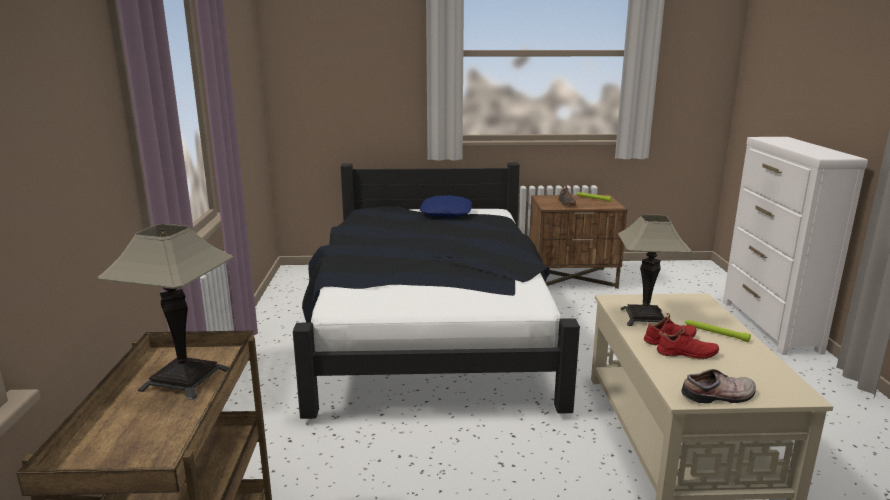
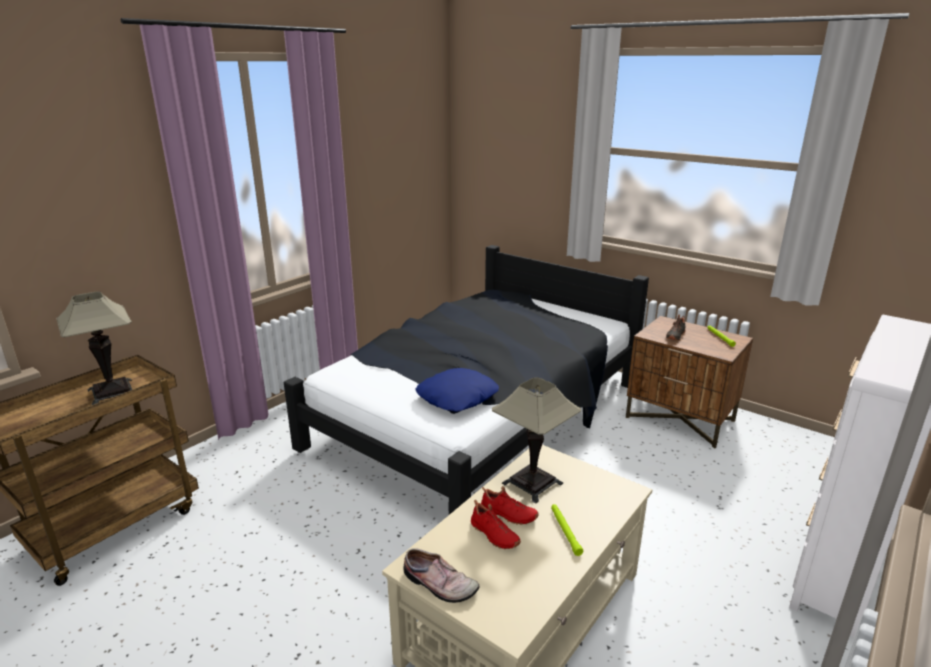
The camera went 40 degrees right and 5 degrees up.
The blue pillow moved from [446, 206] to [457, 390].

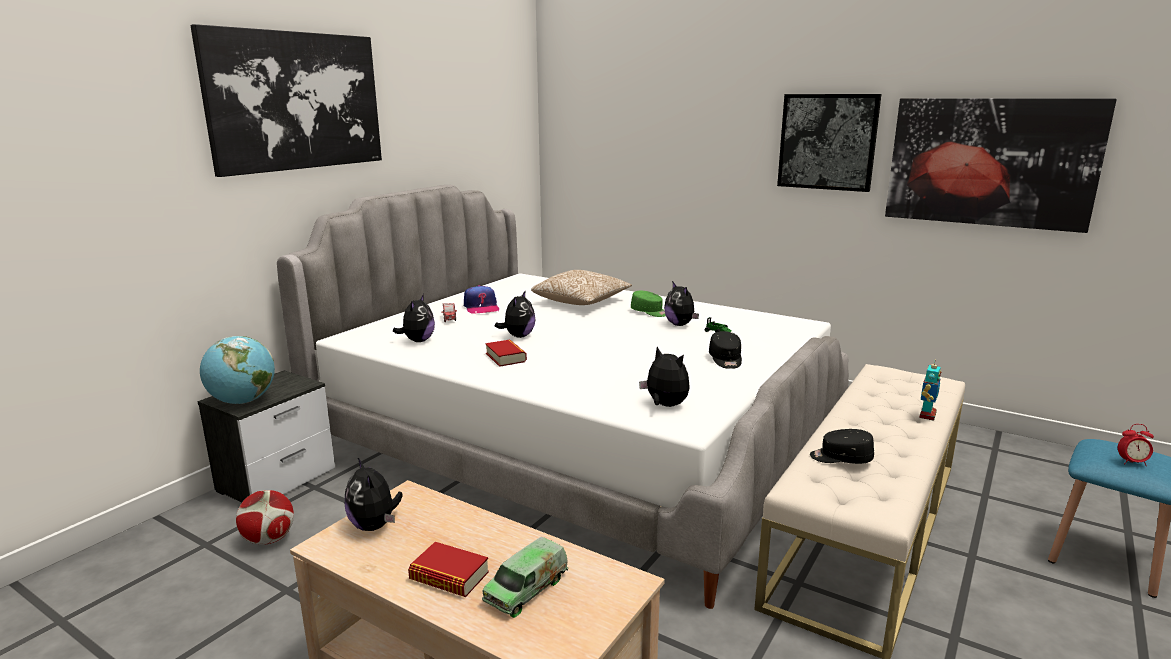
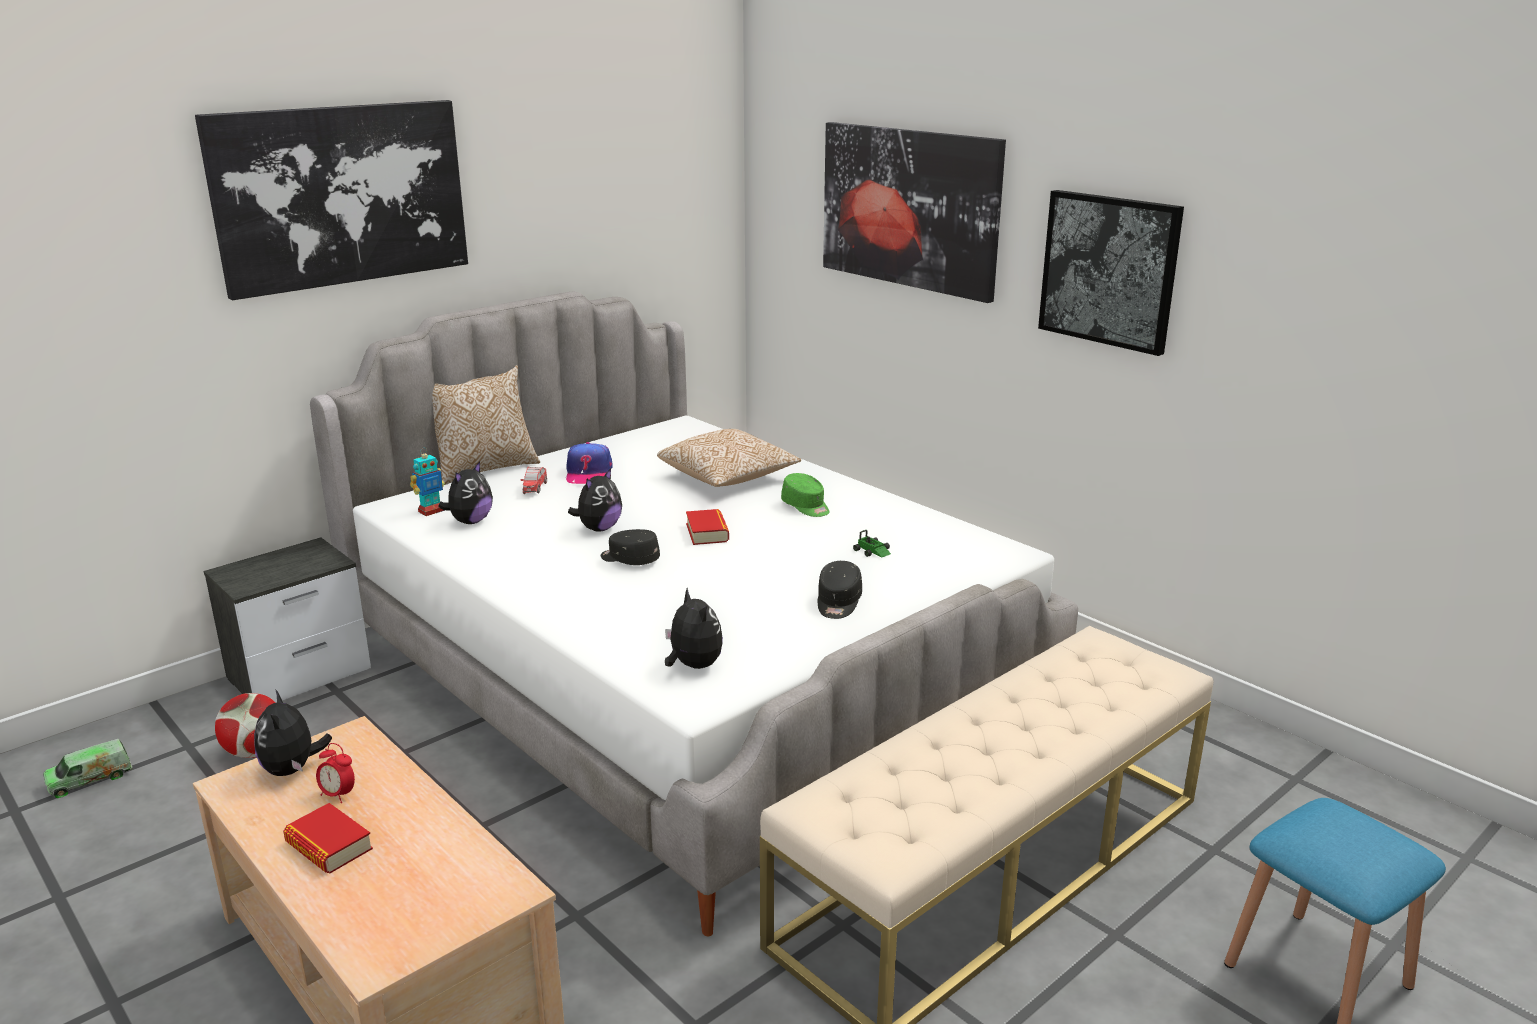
The camera went 15 degrees right and 5 degrees up.
The globe at [237, 370] disappeared.
The plush toy at [681, 303] disappeared.
The pillow at [486, 425] appeared.
The toy truck moved from [525, 577] to [87, 768].
The book moved from [506, 353] to [707, 527].
The black cap moved from [842, 446] to [630, 547].
The picture moved from [1001, 165] to [914, 212].
The toy robot moved from [930, 390] to [427, 482].
The alarm clock moved from [1136, 445] to [335, 773].

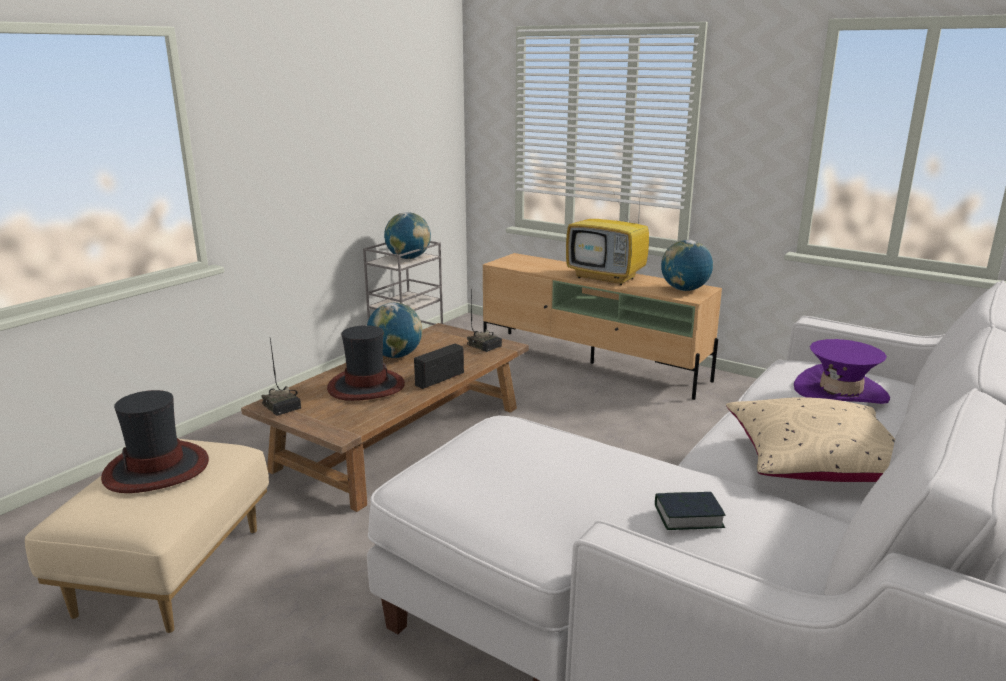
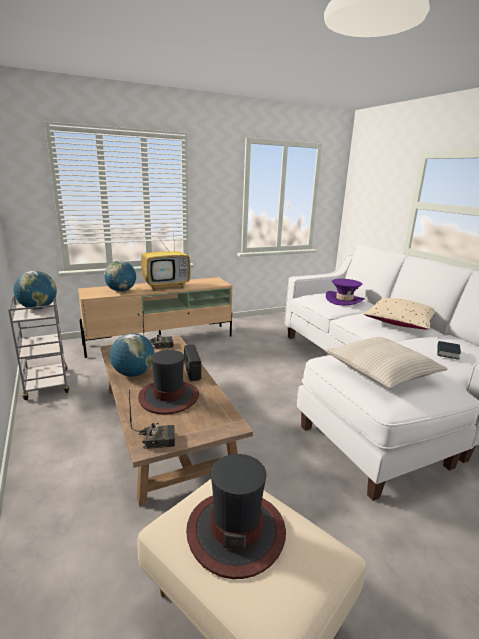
The camera went 60 degrees left and 0 degrees up.
The beige pillow at [386, 362] appeared.
The globe moved from [687, 265] to [120, 276].

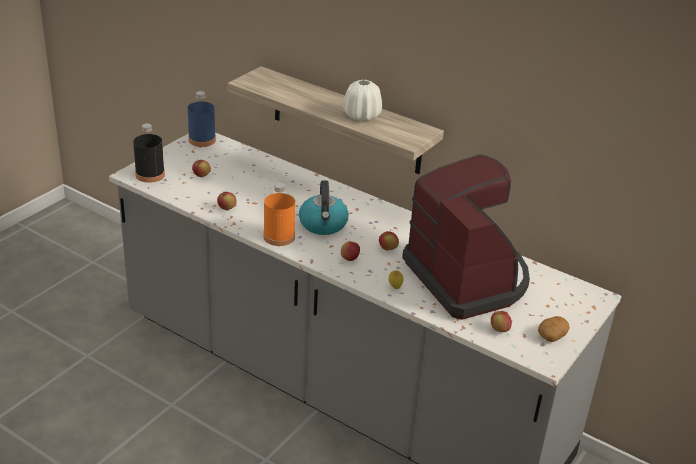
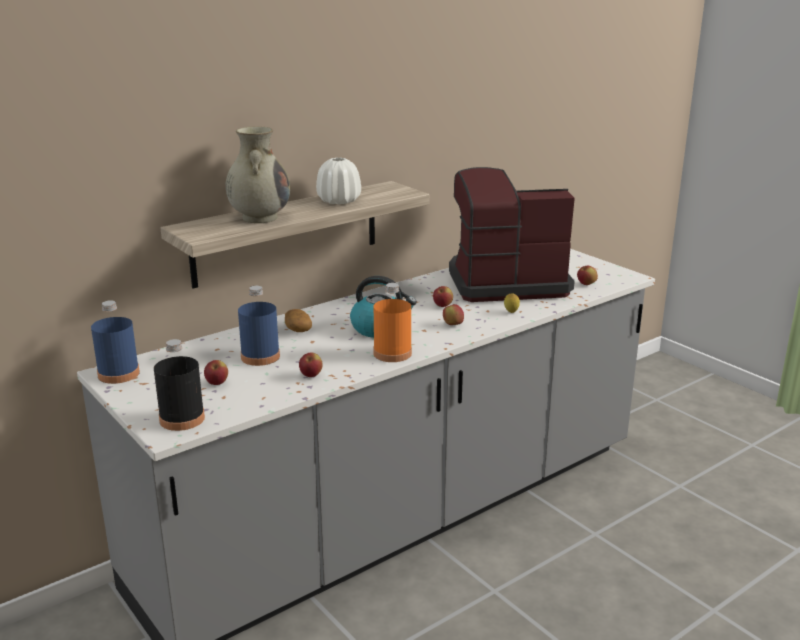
The camera went 70 degrees left and 10 degrees down.
The beige vase at [258, 175] appeared.
The blue bottle at [259, 326] appeared.
The potato moved from [554, 329] to [298, 320].

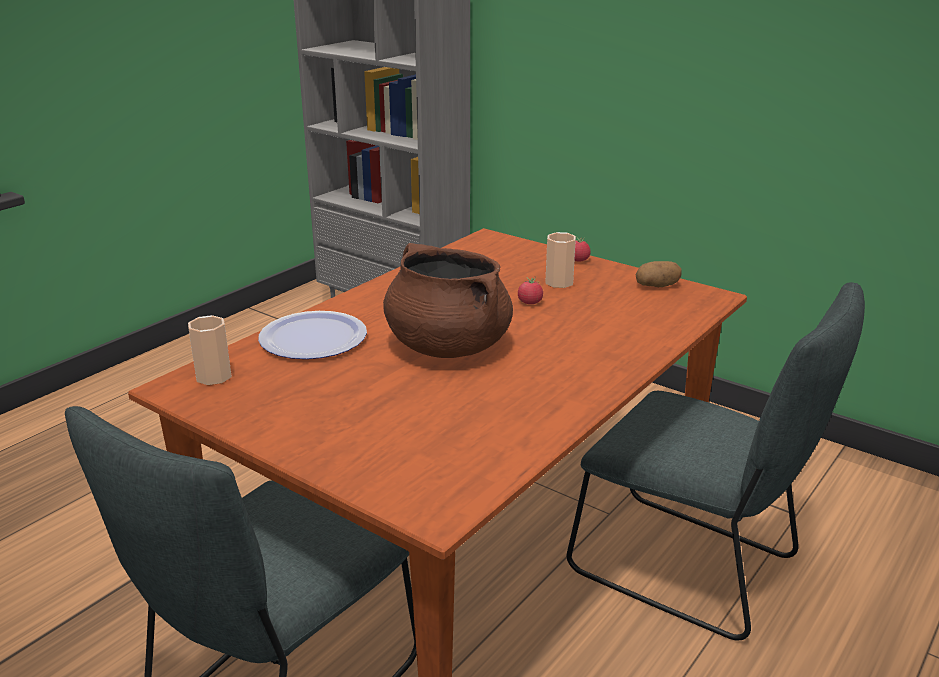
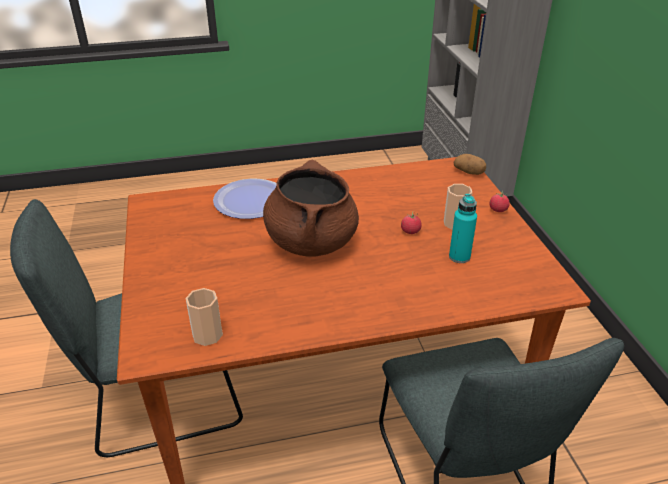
The camera went 40 degrees right and 10 degrees up.
The turquoise bottle at [463, 228] appeared.
The cup moved from [210, 350] to [204, 317].
The potato moved from [659, 274] to [469, 164].

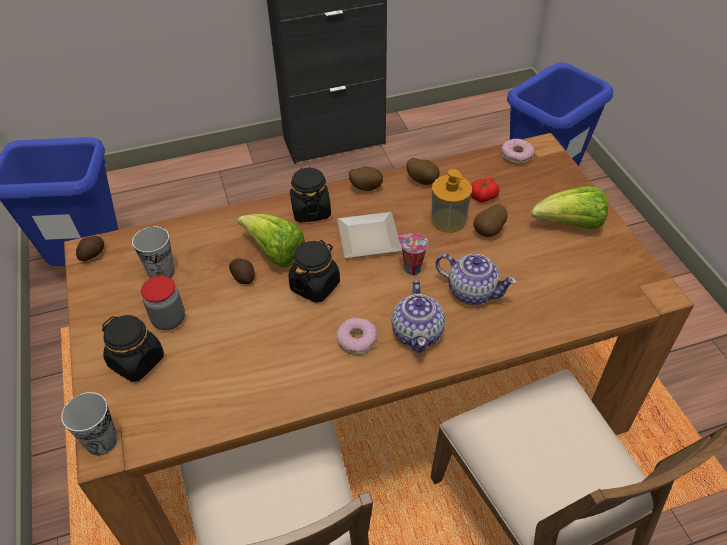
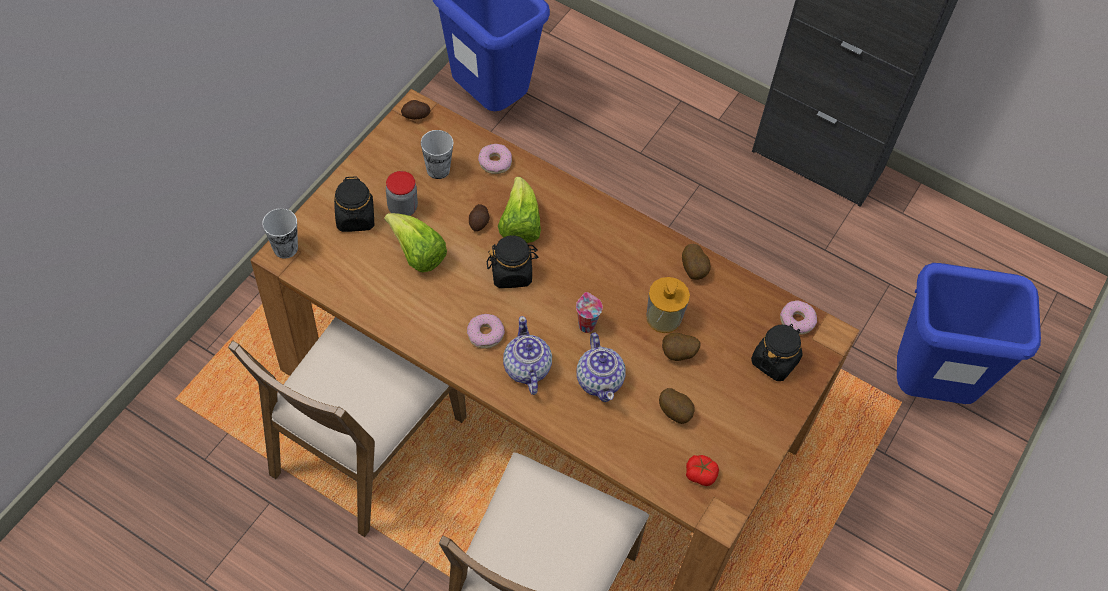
The camera went 45 degrees right and 10 degrees up.
The plate at [369, 235] disappeared.
The donut at [495, 159] appeared.
The black jar moved from [310, 195] to [777, 352].
The potato moved from [366, 179] to [677, 406].
The tomato moved from [485, 190] to [702, 470].
The lettuce moved from [569, 207] to [415, 242].
The teapot at [418, 316] turned 120 degrees clockwise.

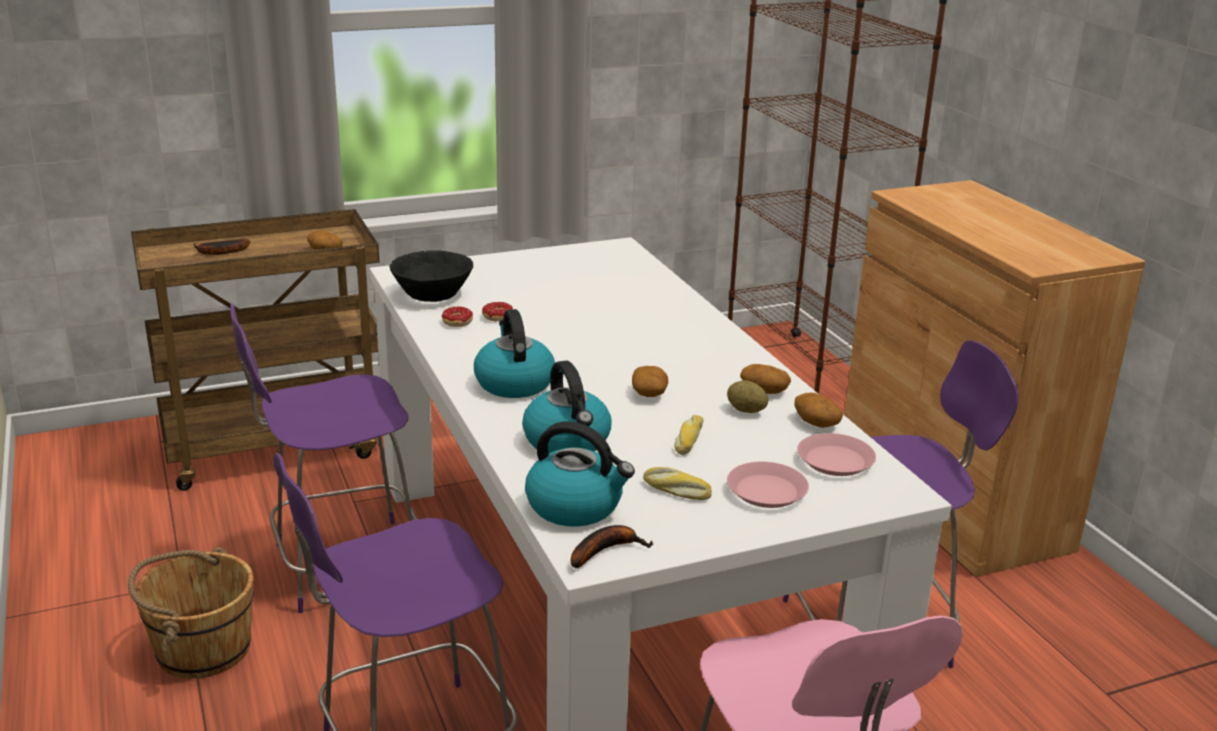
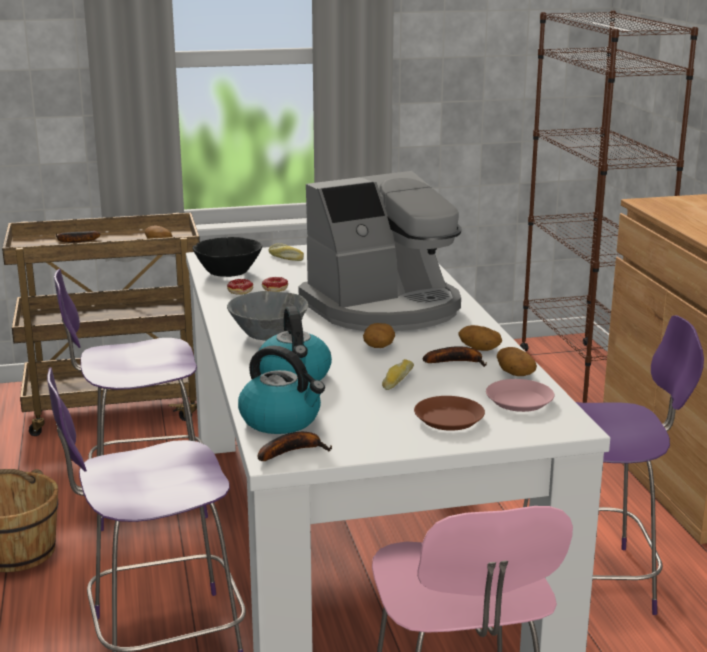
The camera went 10 degrees right and 5 degrees down.
The coffee machine at [380, 251] appeared.
The bread moved from [677, 483] to [286, 252].
The kettle at [514, 353] was replaced by the grey bowl at [267, 316].
The potato at [747, 396] was replaced by the banana at [455, 356].
The pink plate at [768, 485] became the brown plate at [449, 413].

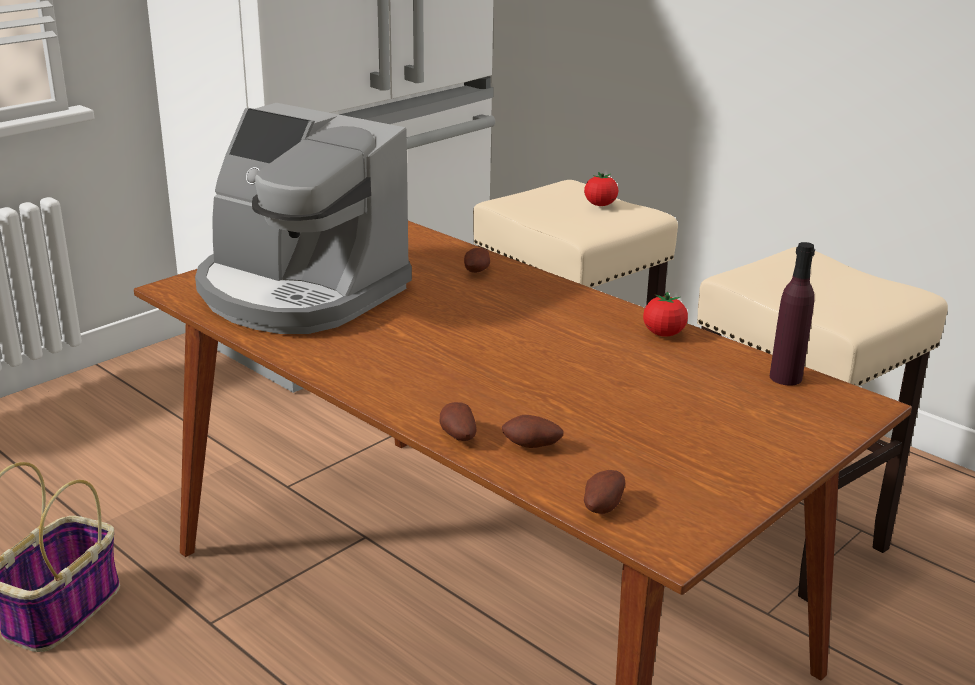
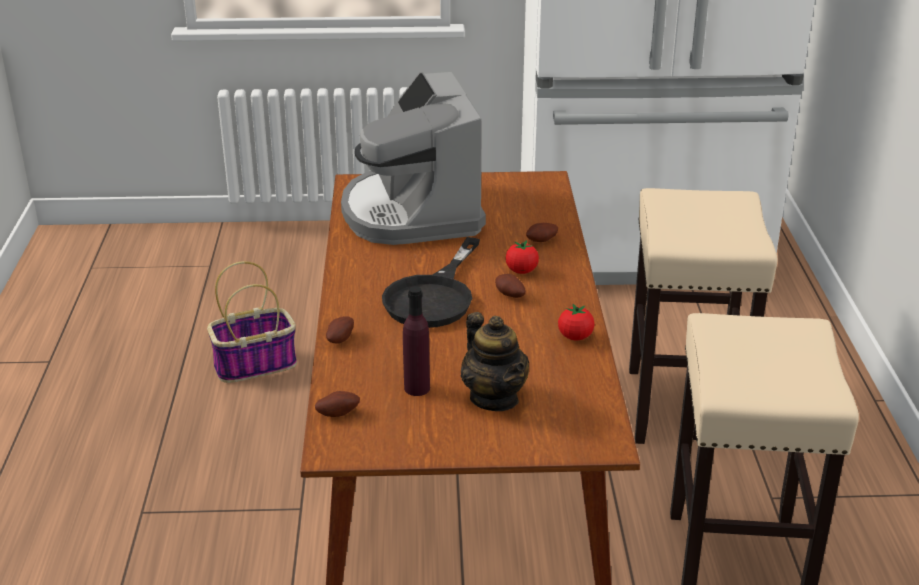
The camera went 45 degrees right and 5 degrees up.
The black frying pan at [431, 282] appeared.
The teapot at [495, 361] appeared.
The potato moved from [533, 431] to [510, 286].
The tomato moved from [601, 189] to [522, 257].
The purple bottle moved from [792, 314] to [416, 341].

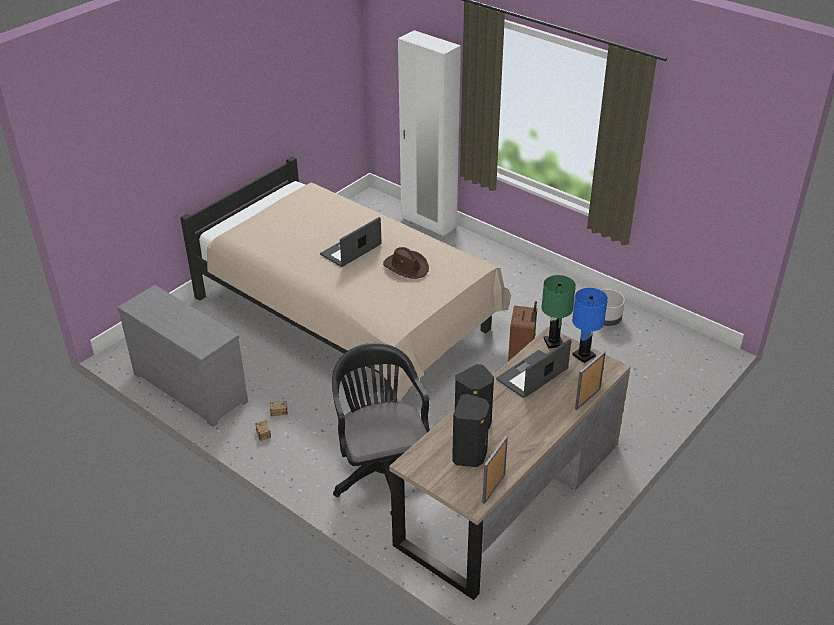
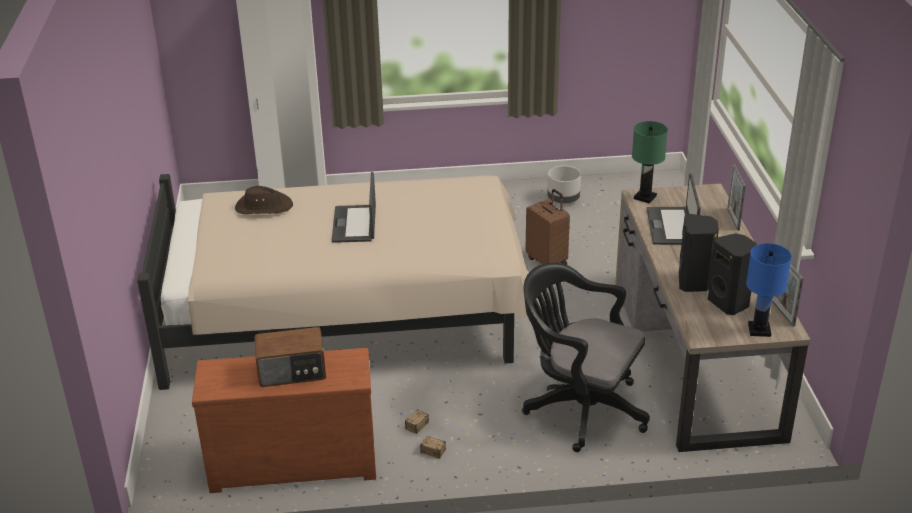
The camera went 45 degrees left and 5 degrees down.
The radio at [290, 357] appeared.
The brown hat moved from [406, 263] to [264, 200].
The blue table lamp moved from [590, 325] to [769, 290].
The grey dresser at [182, 356] became the brown dresser at [284, 420].

